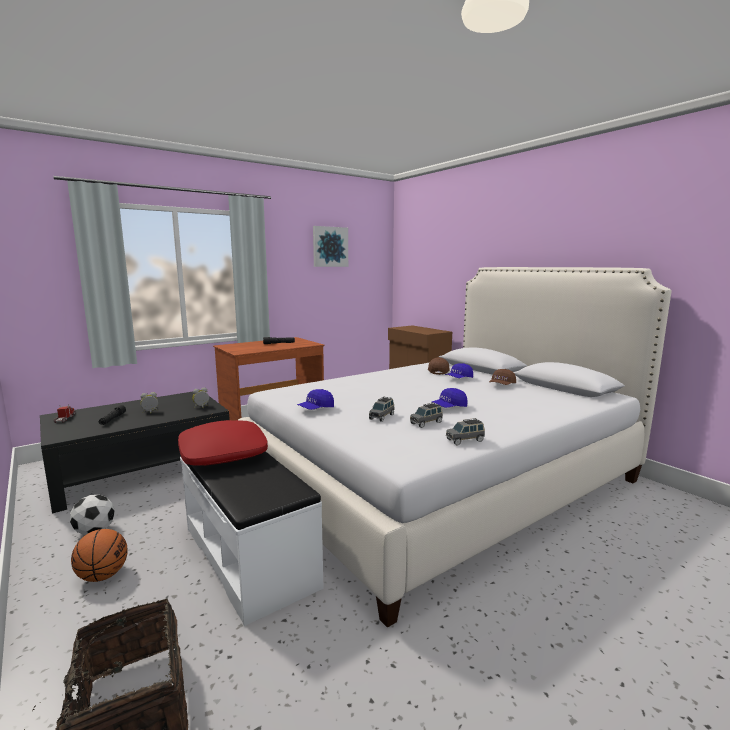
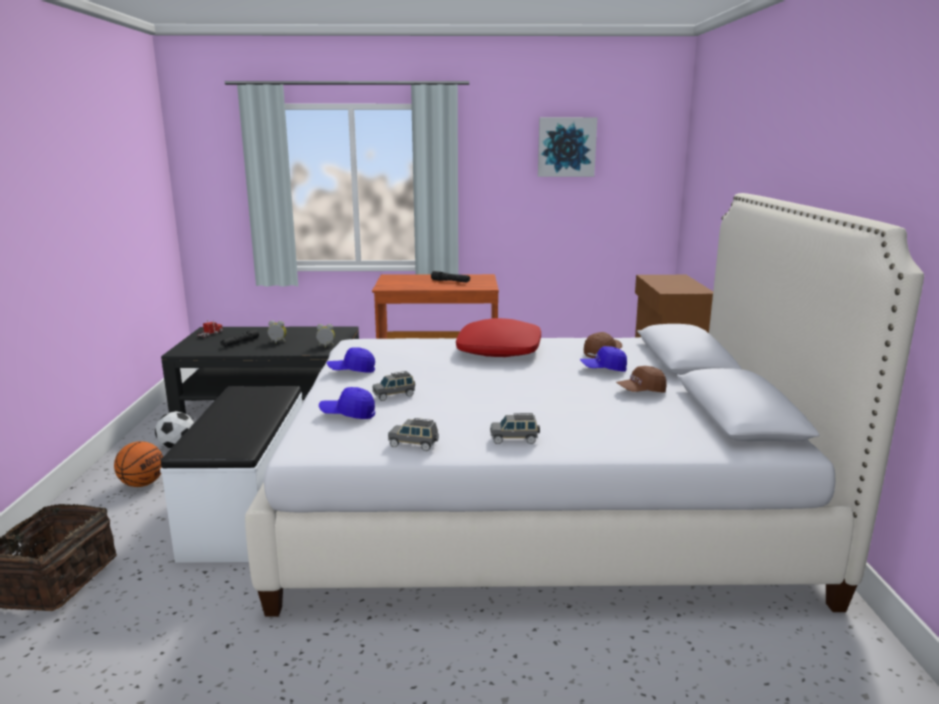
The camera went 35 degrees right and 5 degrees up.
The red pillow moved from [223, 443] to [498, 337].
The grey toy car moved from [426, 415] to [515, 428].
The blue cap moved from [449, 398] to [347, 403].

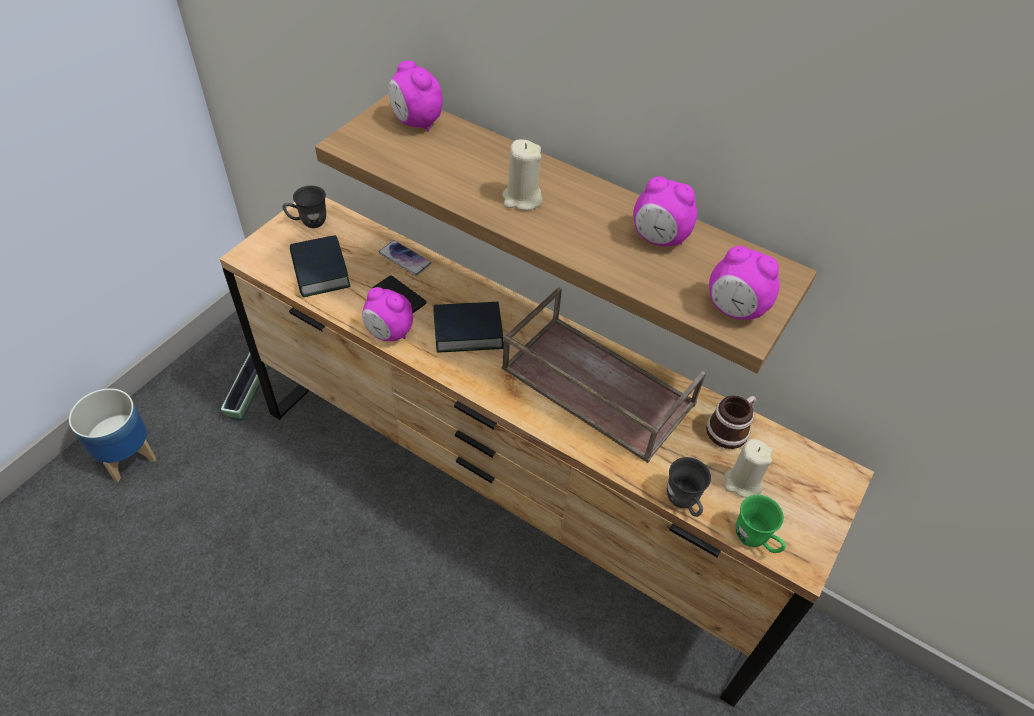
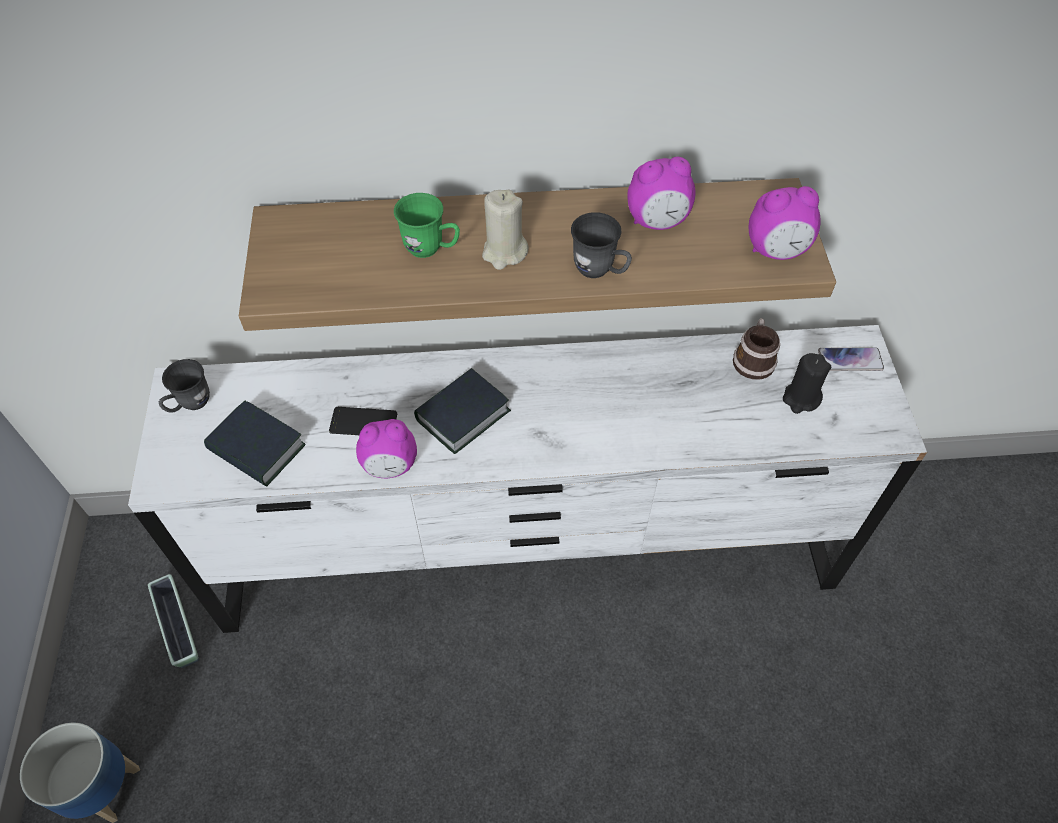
The camera went 35 degrees left and 5 degrees up.
The alarm clock at [416, 96] disappeared.
The brown tray at [604, 375] disappeared.
The phone moved from [404, 258] to [851, 359].
The grey mug moved from [689, 487] to [601, 245].
The green mug moved from [761, 524] to [427, 225].
The brown dresser at [547, 452] became the white dresser at [527, 479].
The beige candle at [748, 468] became the black candle at [807, 383].

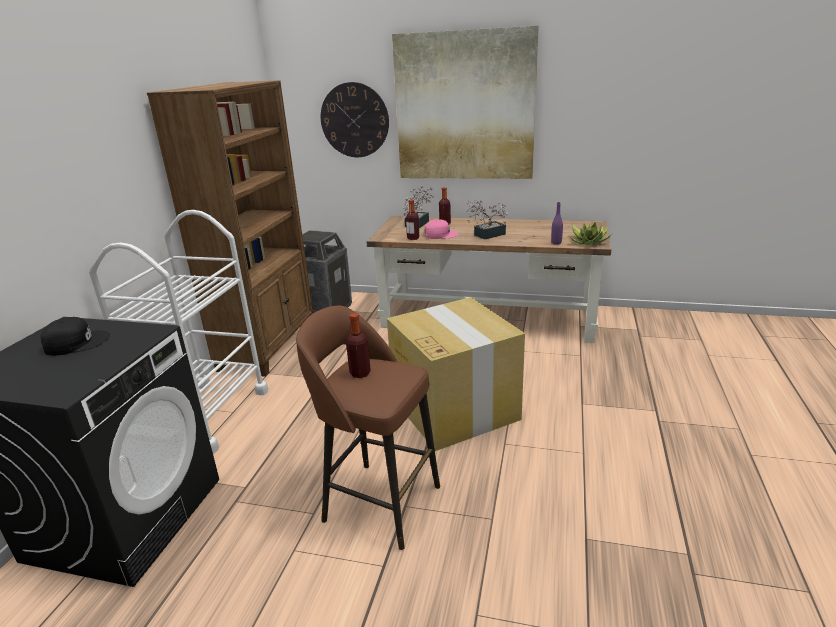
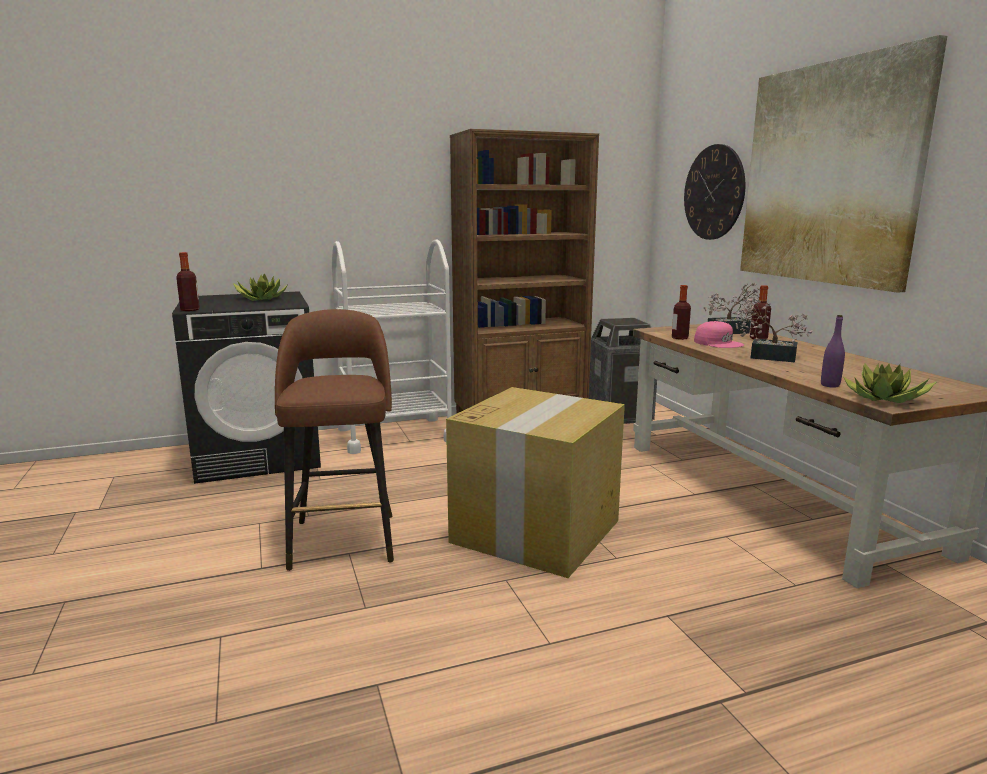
The camera went 55 degrees right and 10 degrees down.
The bottle moved from [358, 345] to [188, 281].
The black cap at [75, 336] was replaced by the potted plant at [260, 287].

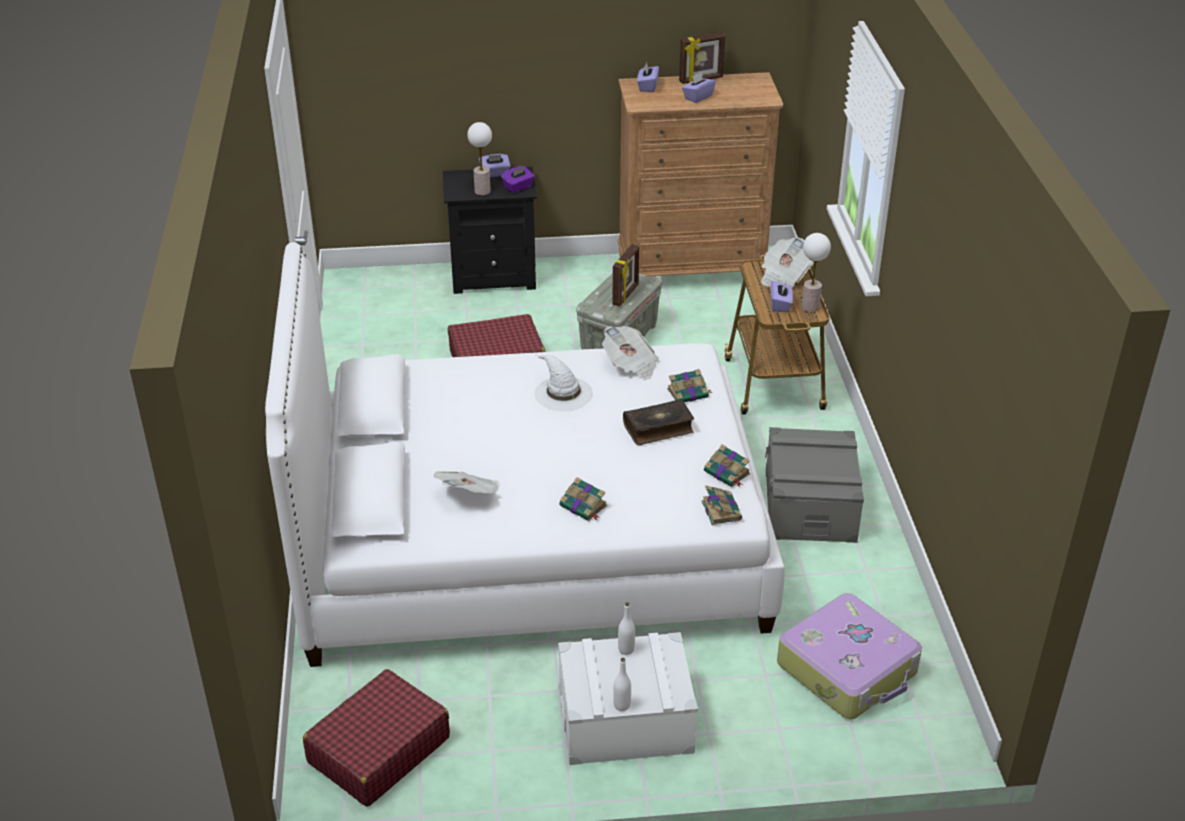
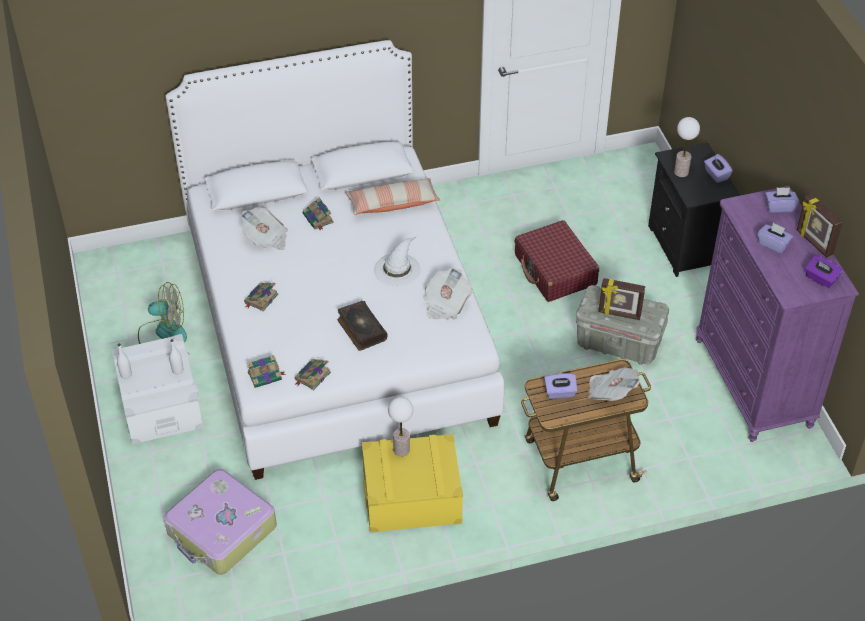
The camera went 80 degrees right and 10 degrees up.
The red suitcase at [376, 738] disappeared.
The fan at [162, 313] appeared.
The pillow at [392, 196] appeared.
The purple tissue box moved from [518, 179] to [824, 271].
The book moved from [689, 385] to [318, 214].
The table lamp moved from [816, 272] to [400, 427].
The brown dresser at [700, 174] became the purple dresser at [777, 314].
The grey storage box at [814, 485] became the yellow storage box at [412, 483].

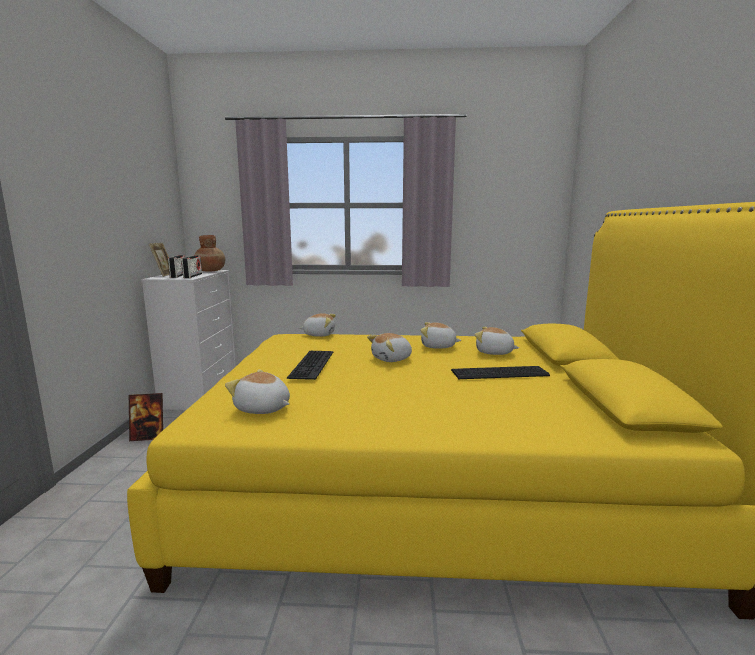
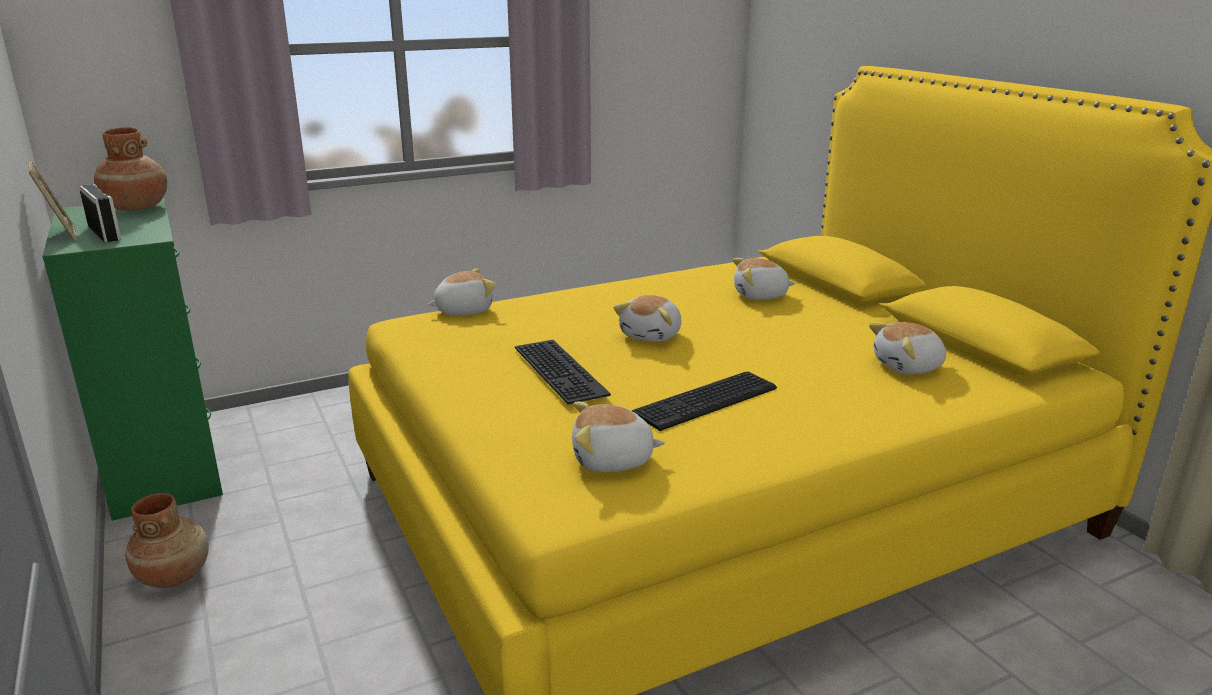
The camera went 30 degrees left and 10 degrees up.
The radio at [191, 266] disappeared.
The plush toy moved from [440, 335] to [908, 348].
The keyboard moved from [500, 372] to [704, 401].
The picture frame at [146, 417] was replaced by the brown vase at [167, 540].
The white dresser at [188, 340] became the green dresser at [133, 359].

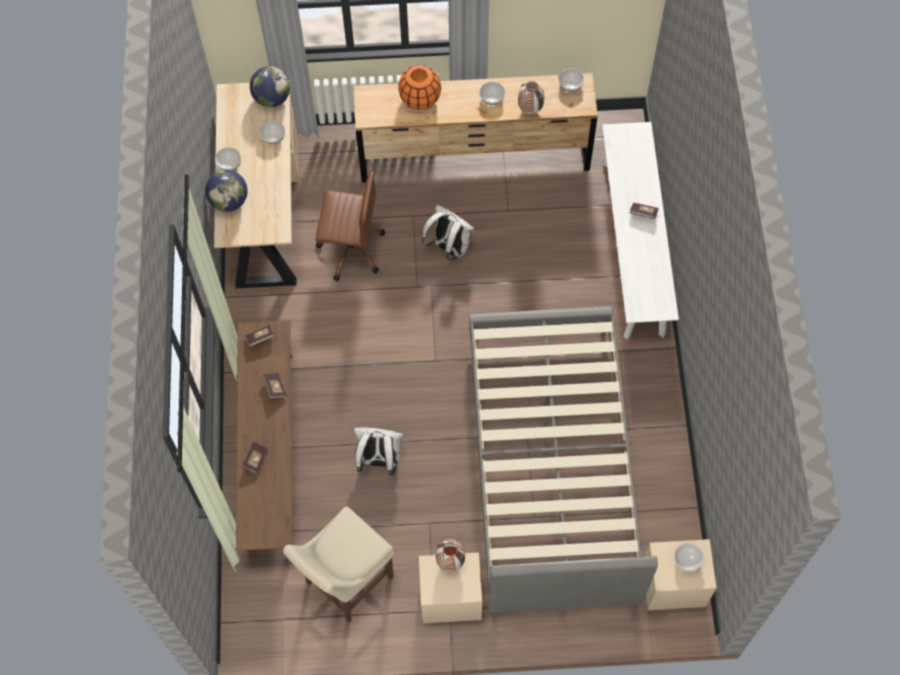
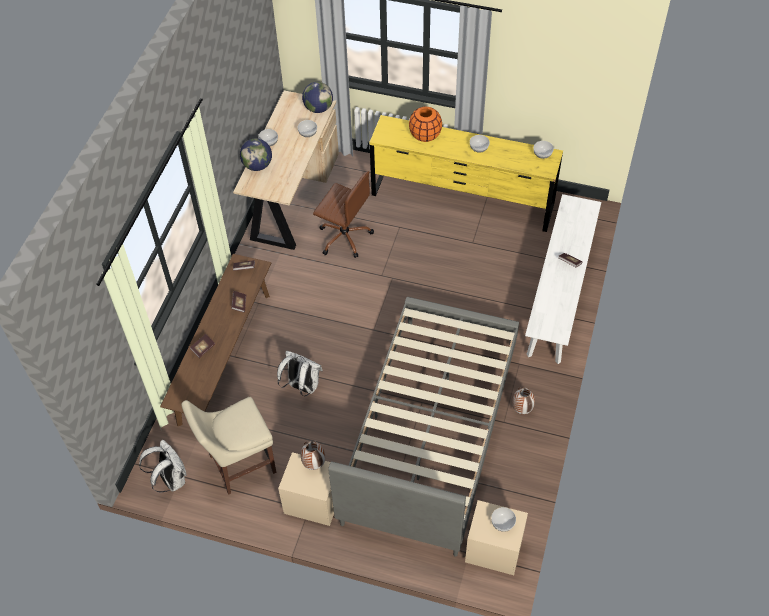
The camera went 20 degrees right and 10 degrees down.
The white backpack moved from [448, 232] to [162, 466].
The vase moved from [531, 97] to [523, 400].
The brown dresser at [476, 128] became the yellow dresser at [466, 173].

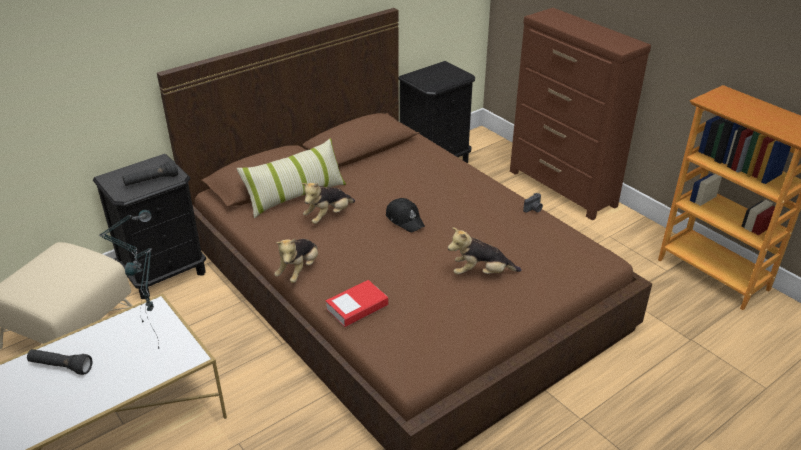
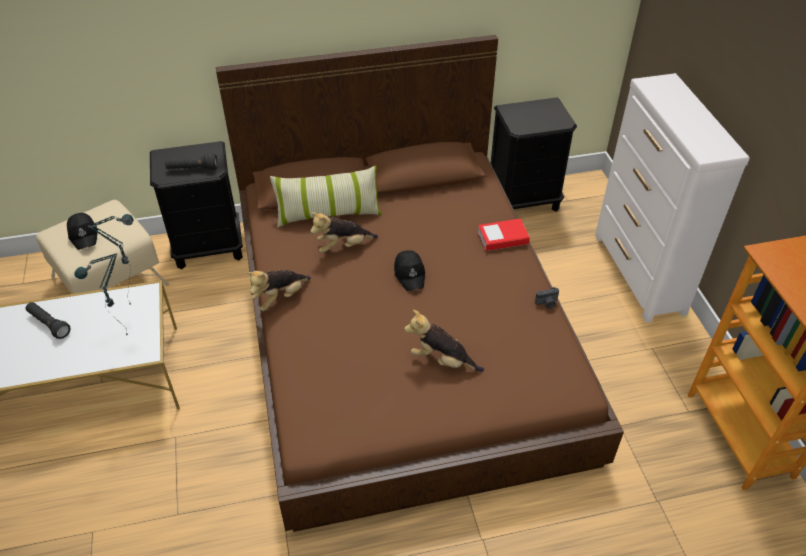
The camera went 25 degrees right and 10 degrees up.
The black cap at [82, 231] appeared.
The book moved from [357, 303] to [504, 235].
The brown dresser at [580, 114] became the white dresser at [672, 198].

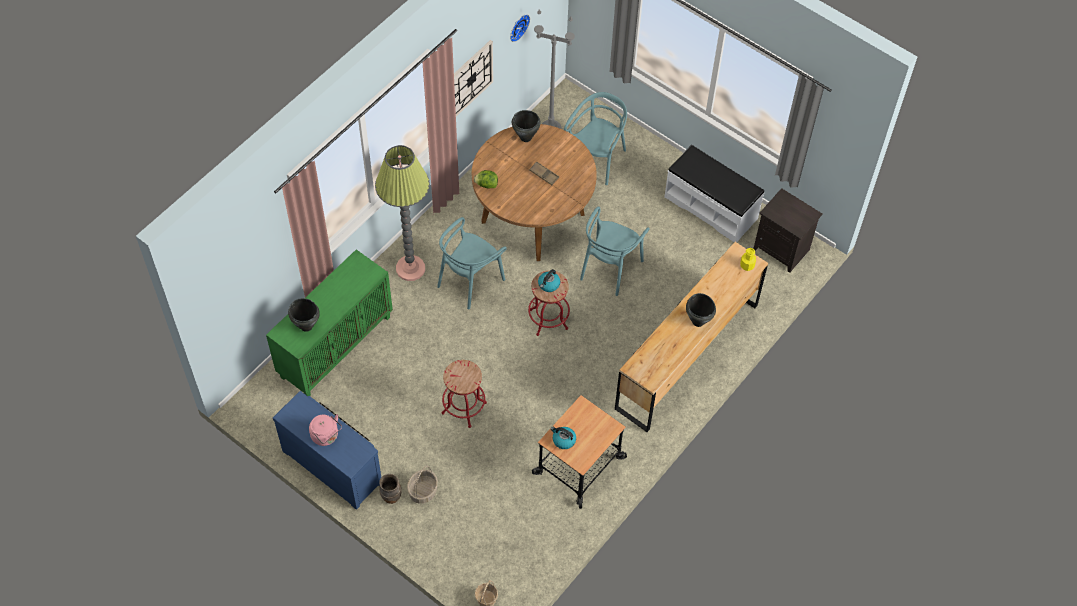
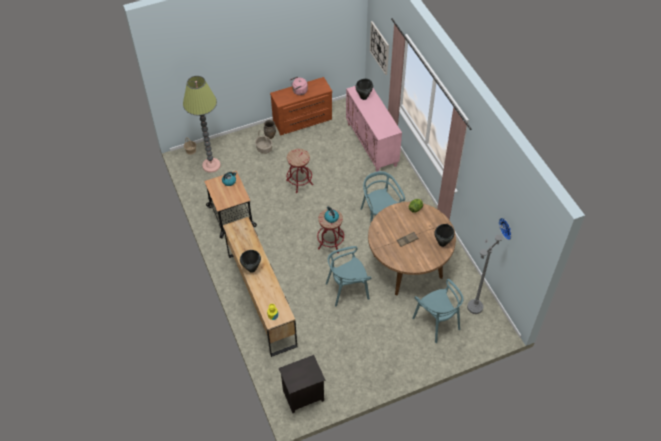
The camera went 120 degrees right and 5 degrees down.
The white bench at [714, 193] disappeared.
The floor lamp moved from [402, 213] to [202, 124].
The wall clock moved from [473, 78] to [379, 48].
The green cabinet at [329, 322] became the pink cabinet at [374, 129].
The blue dresser at [327, 450] became the brown dresser at [301, 106].
The turquoise chair at [615, 251] turned 75 degrees counterclockwise.

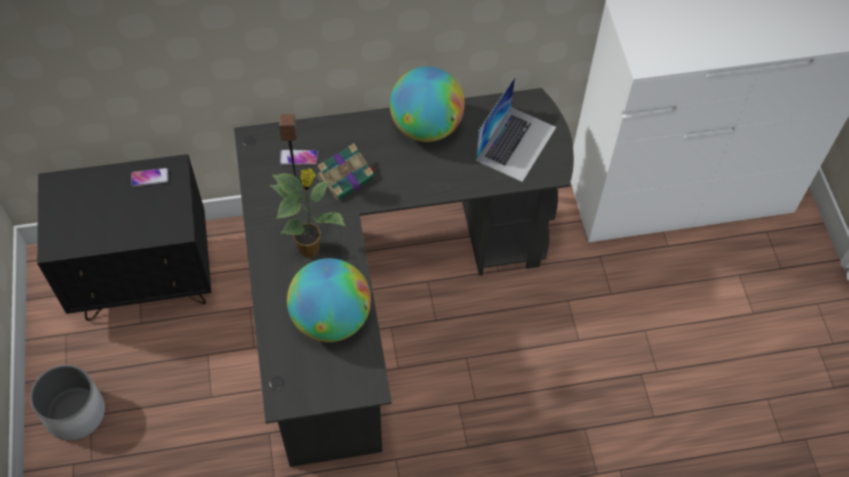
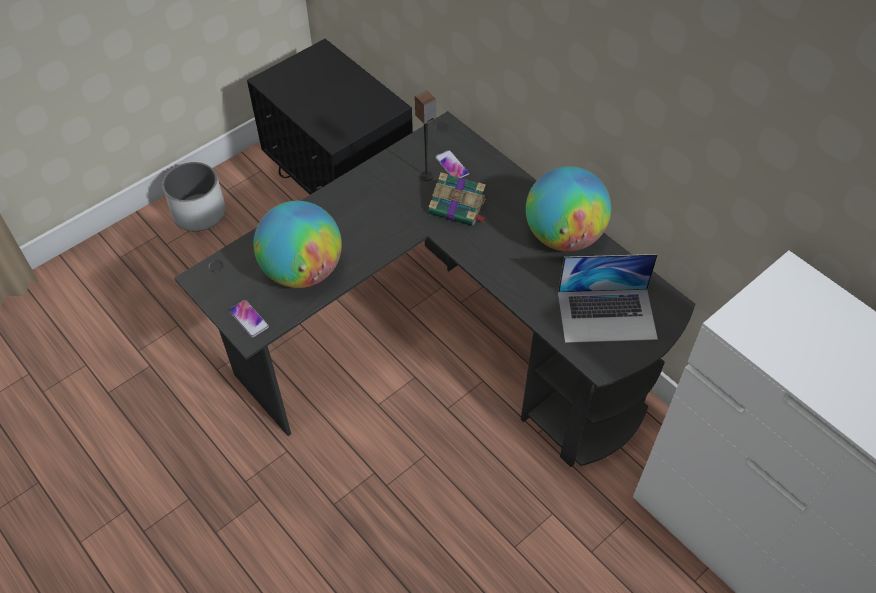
The camera went 60 degrees right and 5 degrees down.
The potted plant at [307, 213] disappeared.
The phone moved from [150, 177] to [249, 318].

